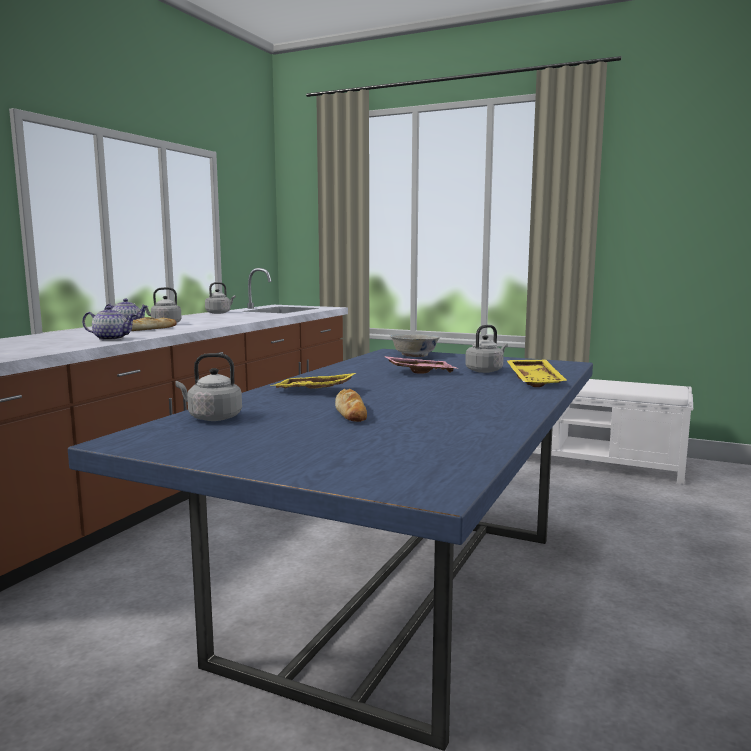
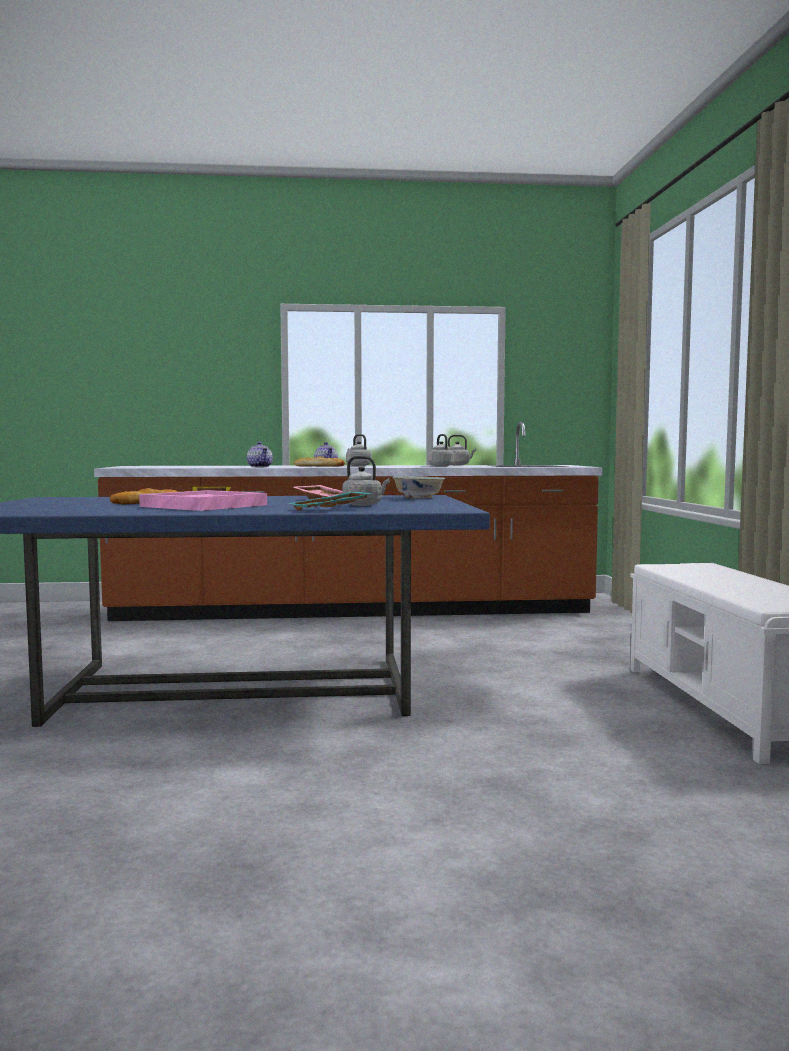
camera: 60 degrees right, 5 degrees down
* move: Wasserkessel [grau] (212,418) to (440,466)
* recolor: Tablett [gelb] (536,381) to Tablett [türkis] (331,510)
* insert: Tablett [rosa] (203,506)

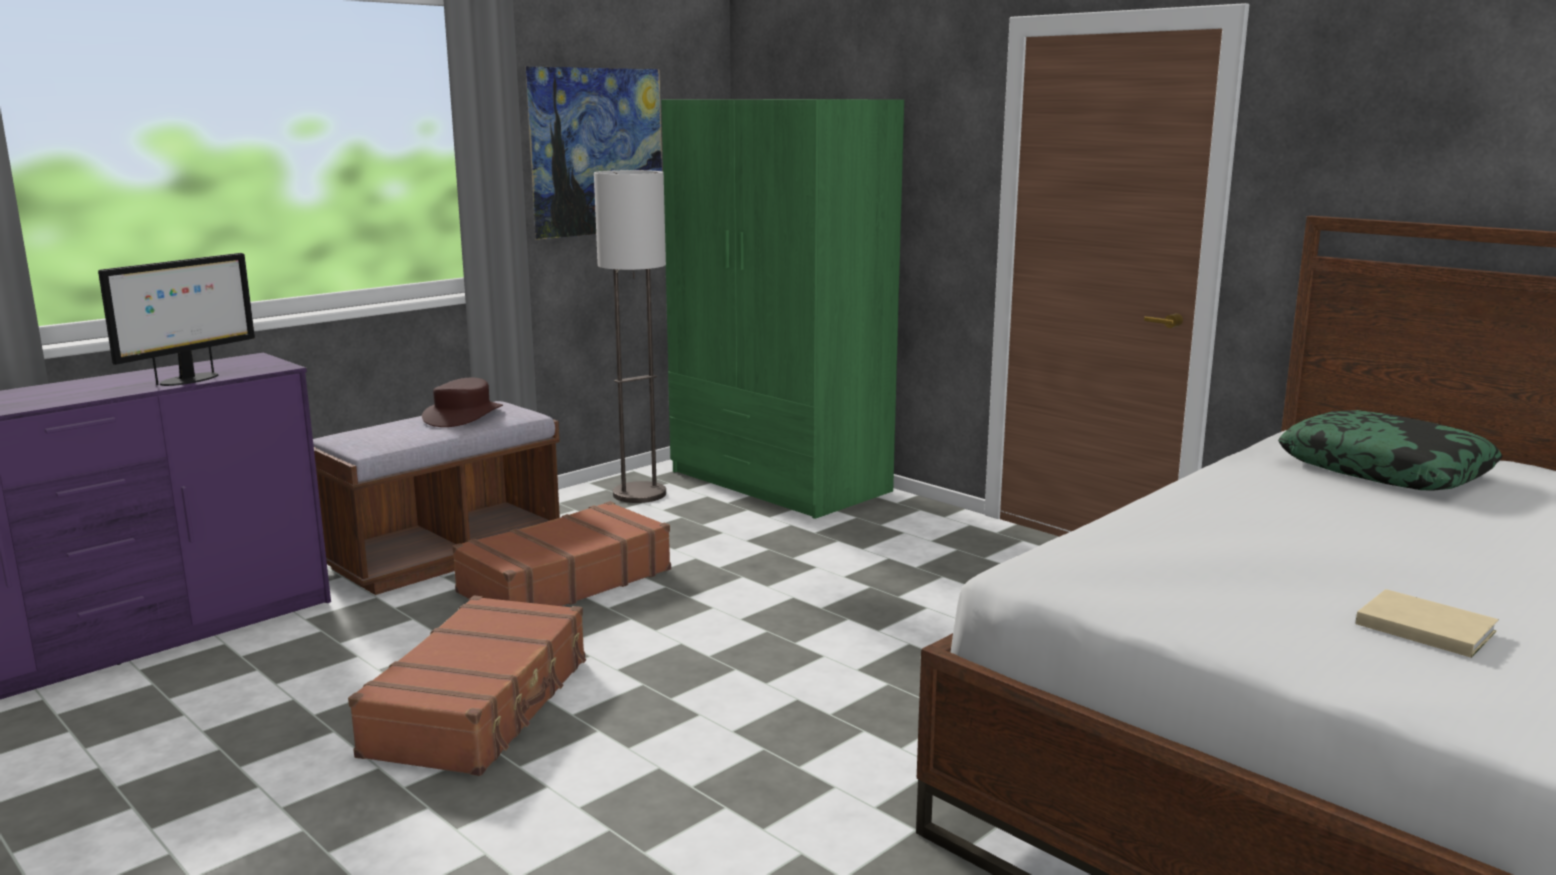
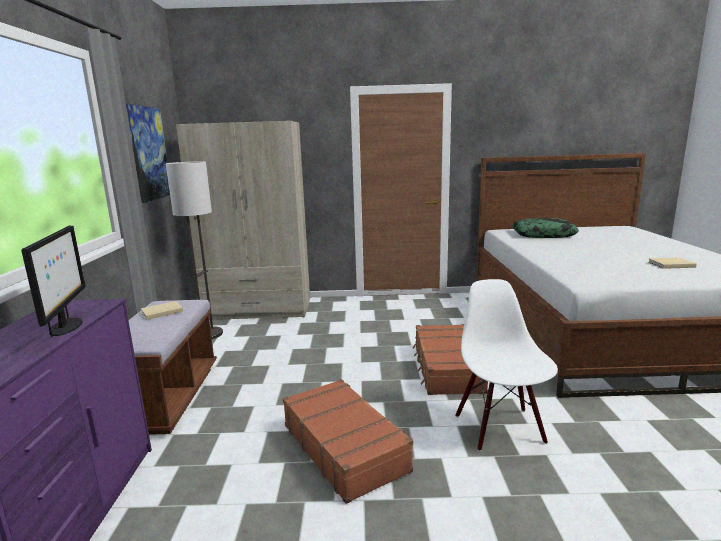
camera: 45 degrees left, 0 degrees up
* replace: Hut [braun] (463,415) to Buch [beige] (161,312)
* move: Koffer [braun] (564,581) to (447,368)
* recolor: Kleiderschrank [grün] (778,482) to Kleiderschrank [beige] (259,309)
* insert: Stuhl [weiß] (500,428)

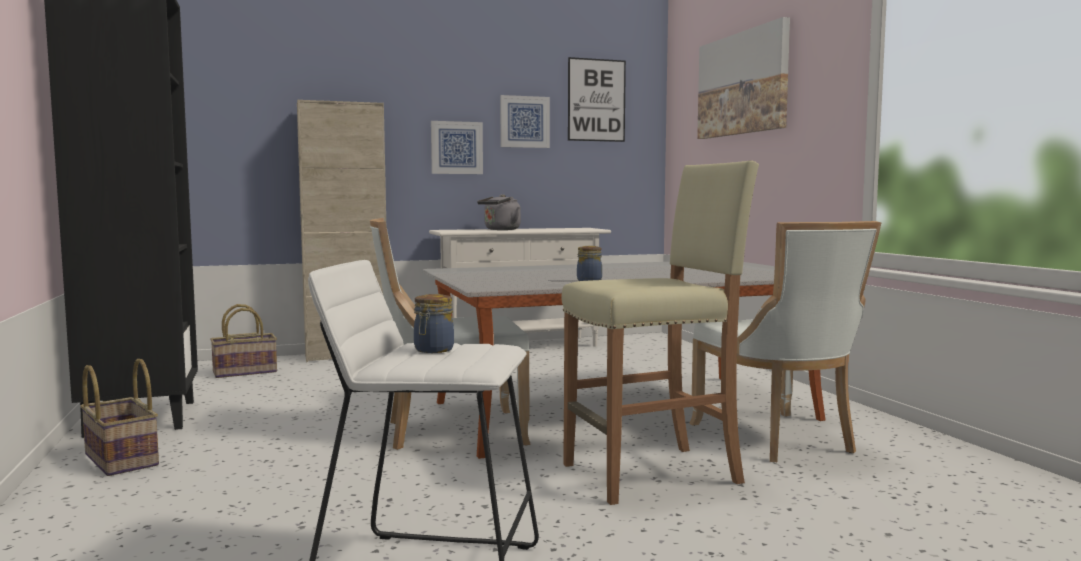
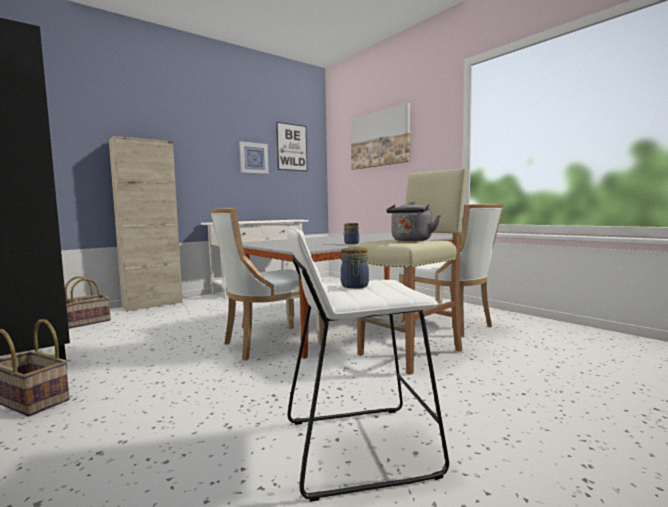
camera: 20 degrees left, 0 degrees up
* delete: Bild (456,148)
* move: Wasserkessel [grau] (500,229) to (411,240)

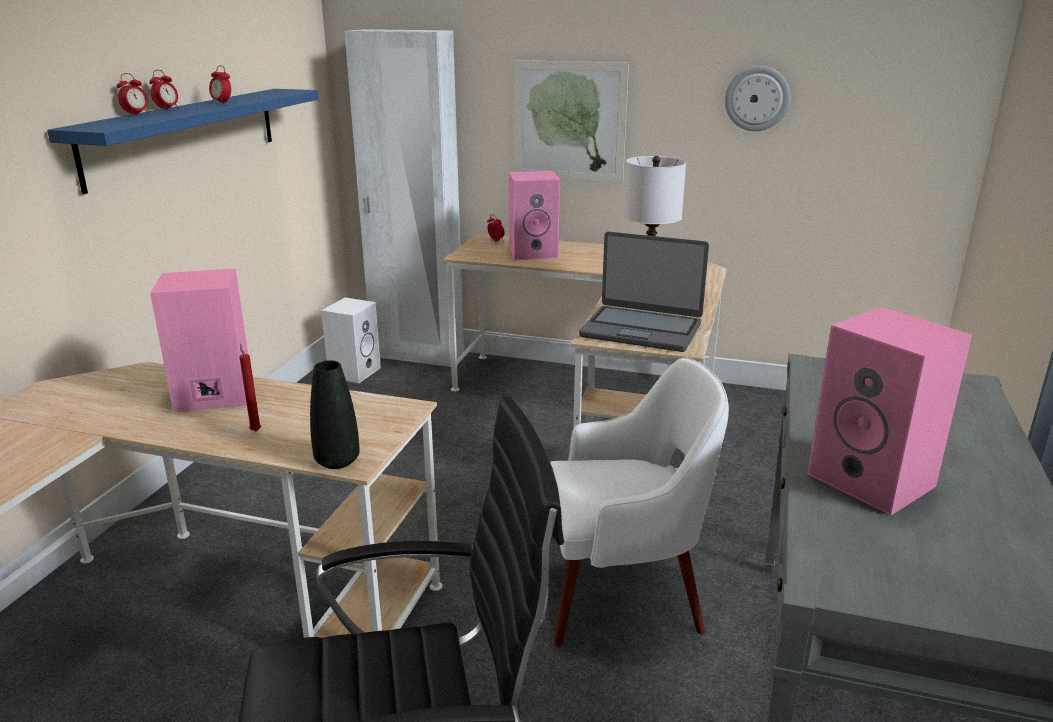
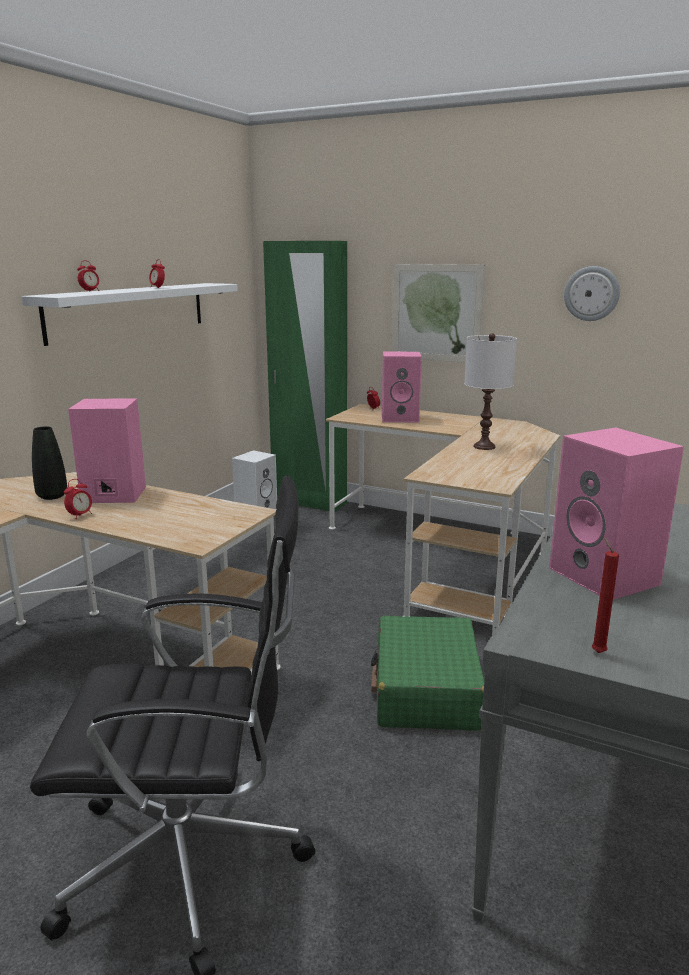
camera: 10 degrees right, 5 degrees down
* recolor: Wandregal [blau] (185,135) to Wandregal [weiß] (130,311)
* move: Wecker (167,109) to (80,515)
* move: Kerze [rot] (255,430) to (597,651)
* move: Vase [schwarz] (337,461) to (52,496)
* recolor: Kleiderschrank [weiß] (417,356) to Kleiderschrank [grün] (309,502)
* replace: Sessel [weiß] (621,595) to Koffer [grün] (426,689)
* delete: Laptop (641,329)

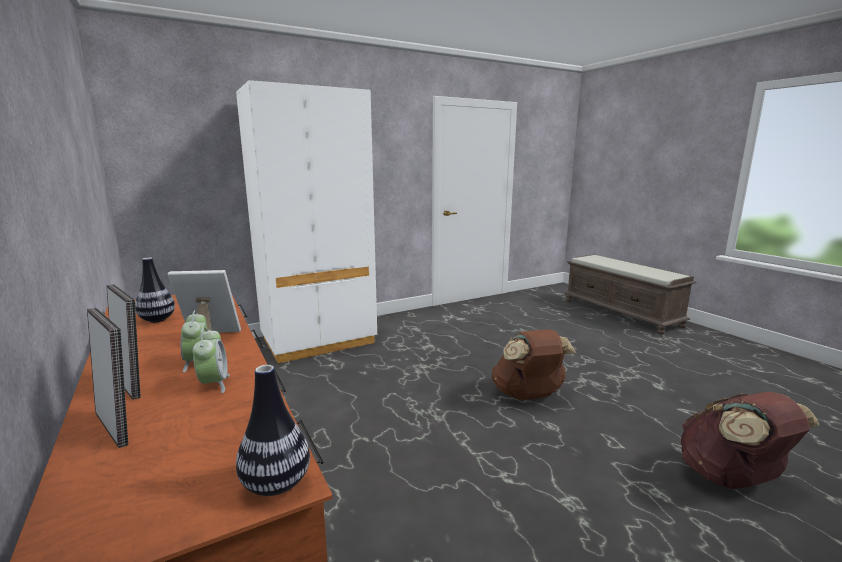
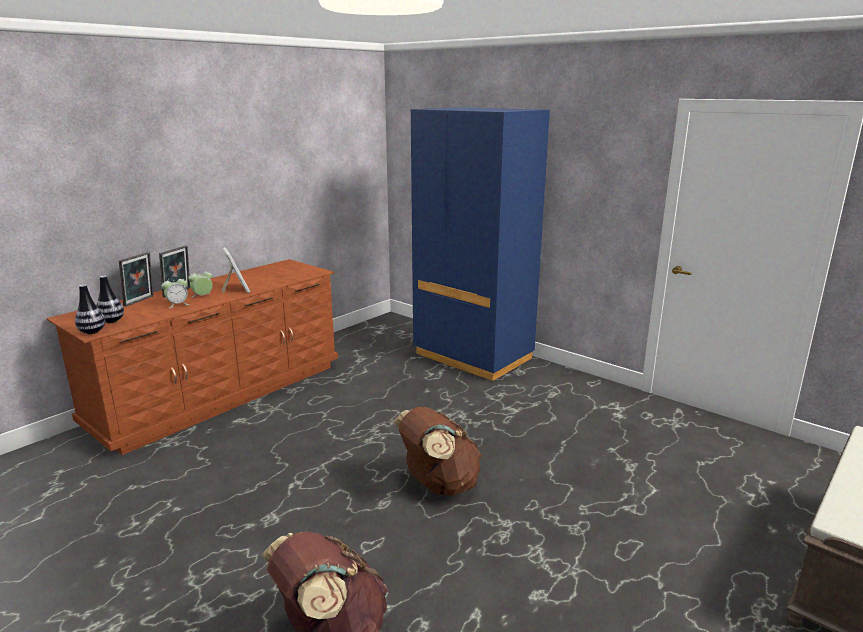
camera: 70 degrees right, 5 degrees up
* move: Vase (157,320) to (111,321)
* recolor: Kleiderschrank [weiß] (318,341) to Kleiderschrank [blau] (473,356)

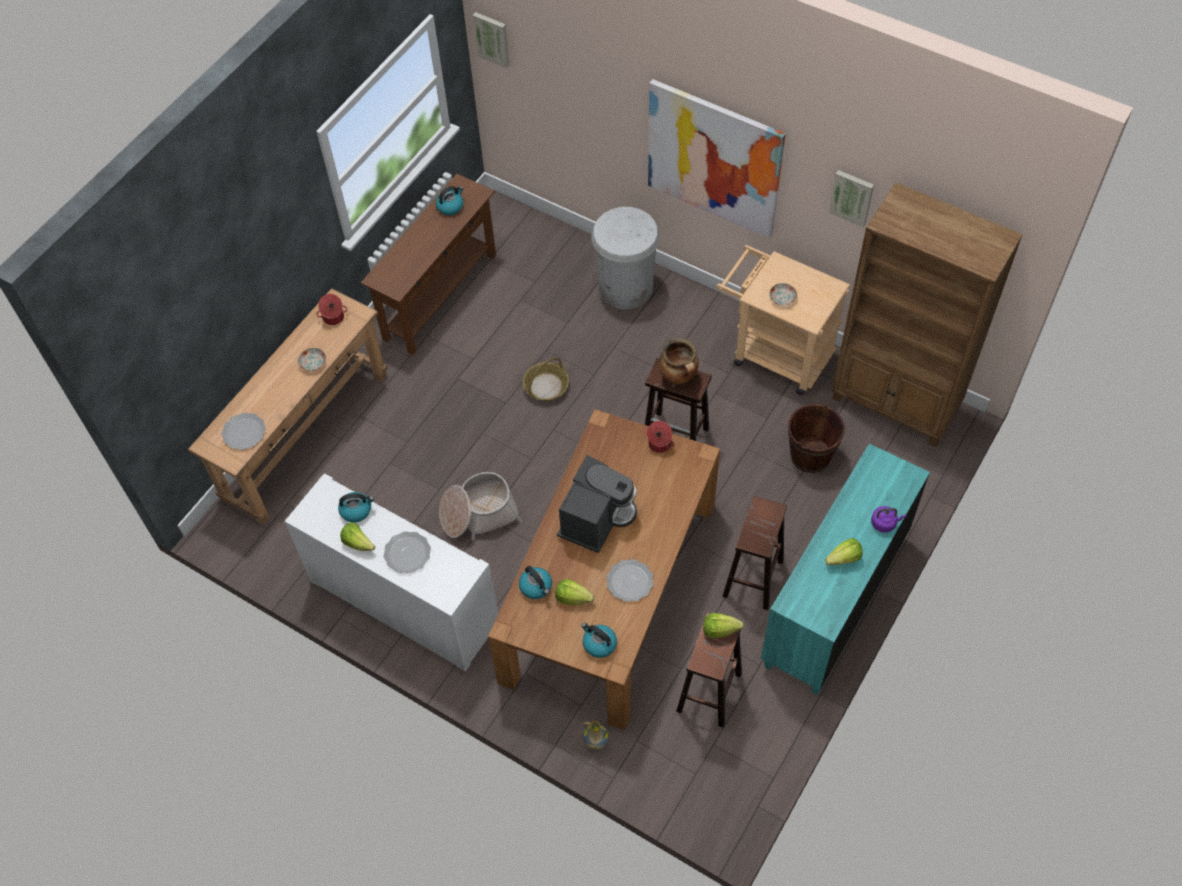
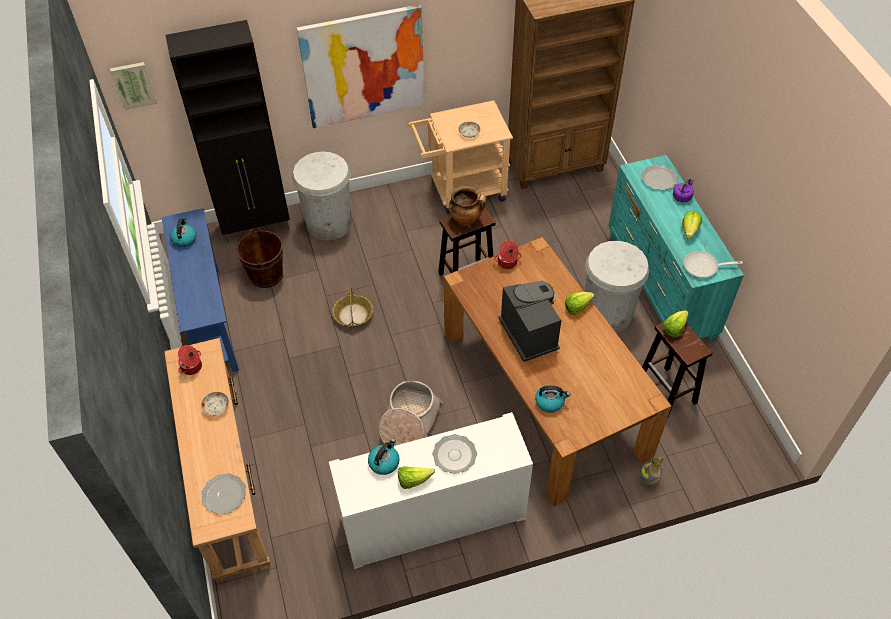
camera: 50 degrees left, 5 degrees down
* recolor: Konsolentisch [braun] (439,296) to Konsolentisch [blau] (210,321)
* move: Salatkopf (573,598) to (577,307)
* delete: Wasserkessel (599,644)
* move: Teller (629,581) to (658,179)
* replace: Hocker [braun] (753,579) to Mülleimer [weiß] (607,313)
* move: Eimer [braun] (810,455) to (266,275)
* delete: Bild (852,197)
* insert: Schrank [schwarz] (257,227)
* insert: Pfanne (703,267)

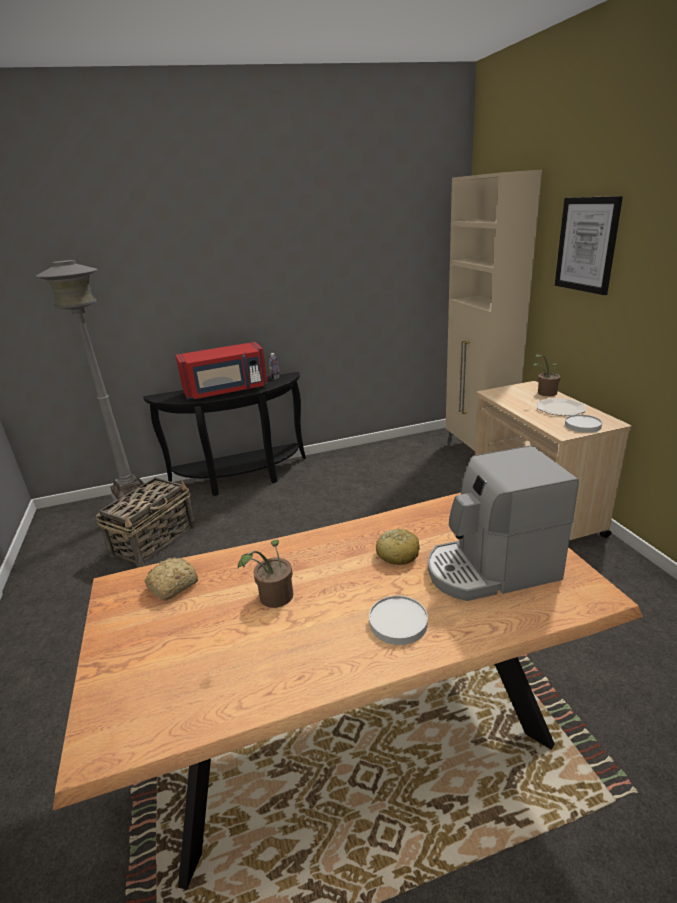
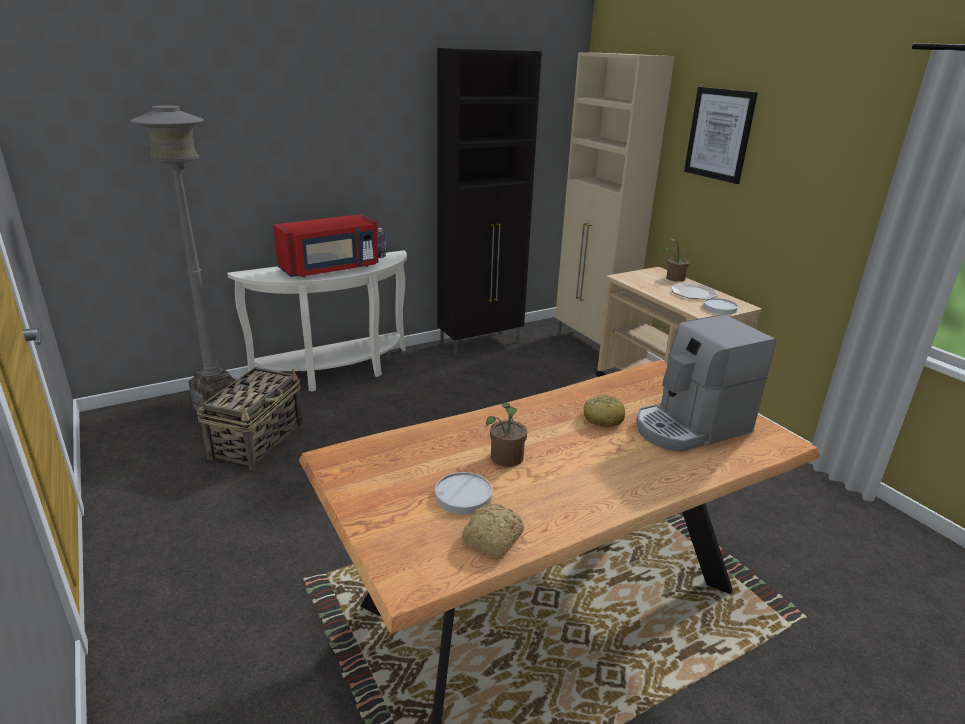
camera: 15 degrees left, 0 degrees up
* recolor: Konsolentisch [schwarz] (241,479) to Konsolentisch [weiß] (337,373)
* move: Brot (171,586) to (491,539)
* move: Teller [weiß] (397,622) to (463,496)
* insert: Schrank [schwarz] (481,343)

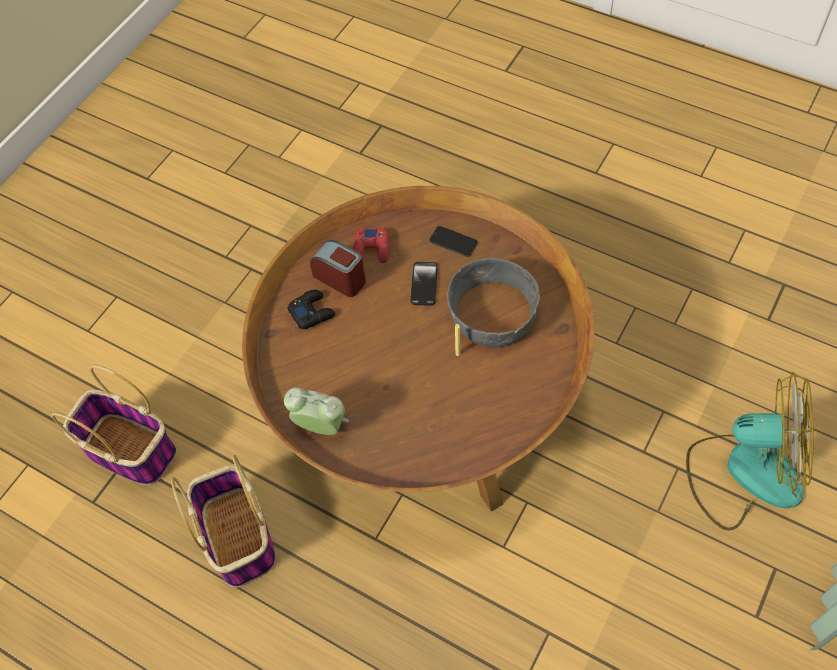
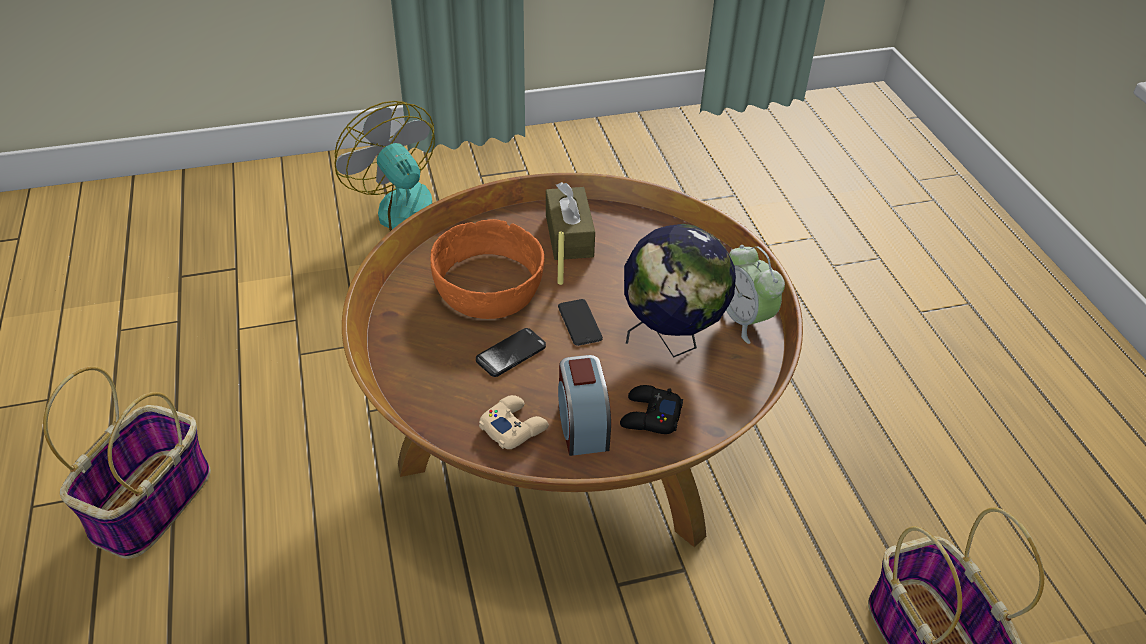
camera: 140 degrees left, 15 degrees down
* move: Korb (240,538) to (151,502)
* recolor: Gamepad [rot] (372,249) to Gamepad [beige] (513,427)
* move: Handy (453,242) to (579,323)
* recolor: Schüssel [grau] (491,312) to Schüssel [orange] (489,287)
* insert: Taschentuchbox [braun] (569,235)
* insert: Globus (671,341)

